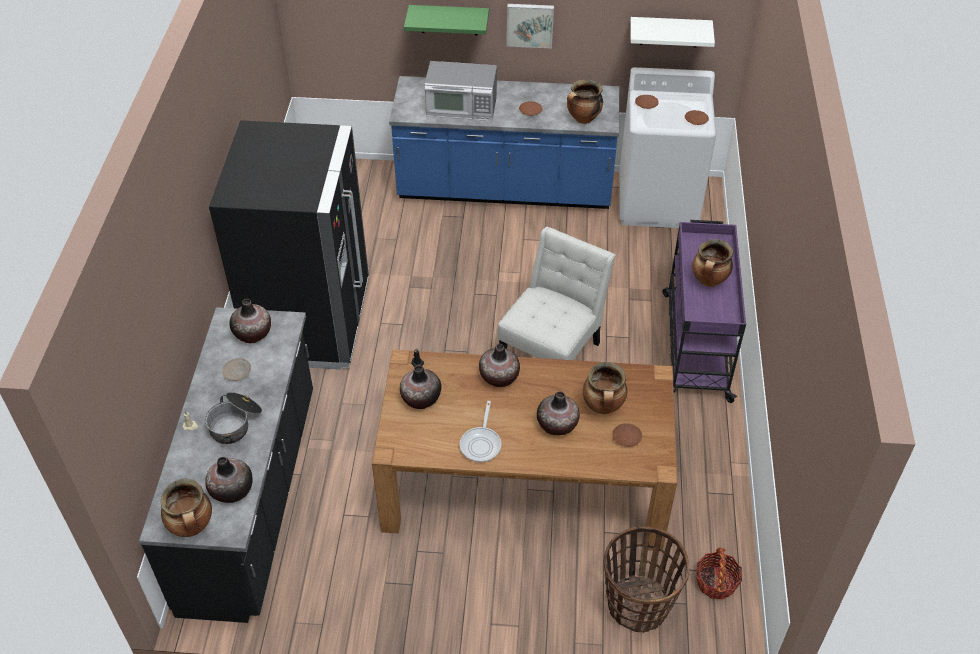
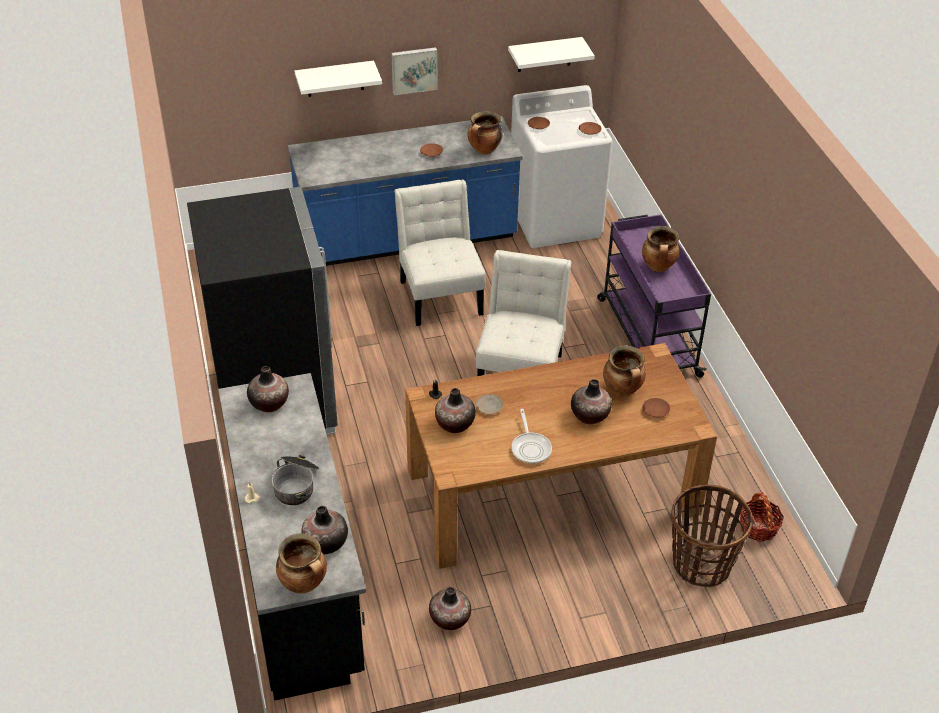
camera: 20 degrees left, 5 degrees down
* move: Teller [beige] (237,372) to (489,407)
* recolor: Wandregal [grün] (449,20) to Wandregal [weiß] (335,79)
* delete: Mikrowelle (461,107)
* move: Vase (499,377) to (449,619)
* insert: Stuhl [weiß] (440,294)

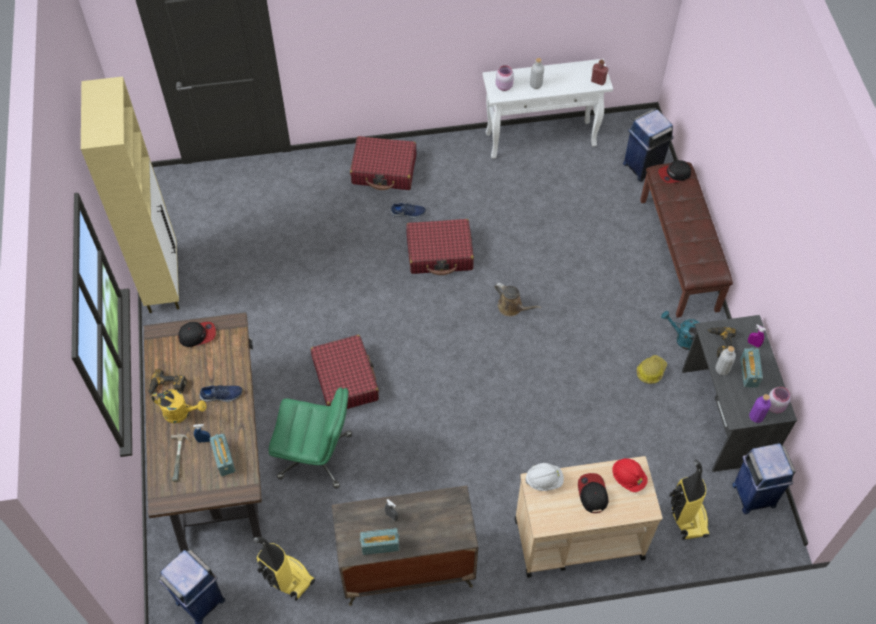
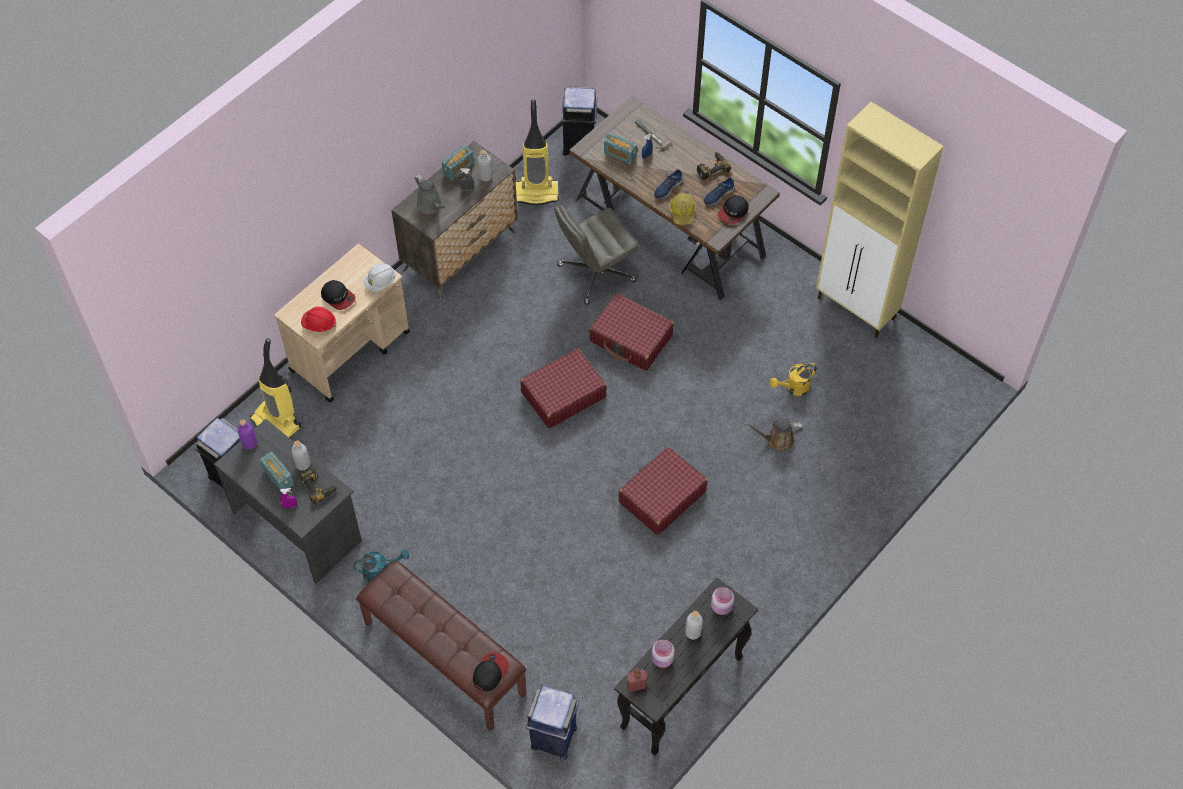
camera: 140 degrees right, 0 degrees up
* move: Gießkanne [gelb] (181,413) to (793,388)
* recolor: Bürostuhl [grün] (316,456) to Bürostuhl [grau] (595,273)
* move: Koffer [rot] (384,170) to (563,395)
* move: Schuh [blau] (408,213) to (718,195)
* recolor: Konsolentisch [weiß] (541,139) to Konsolentisch [schwarz] (681,693)
* move: Gießkanne [braun] (512,307) to (777,440)
* move: Schutzhelm (650,371) to (682,212)
* move: Vorratsglas [rosa] (775,405) to (662,660)
* insert: Gießkanne [grau] (431,205)
* insert: Flasche [grau] (485,177)

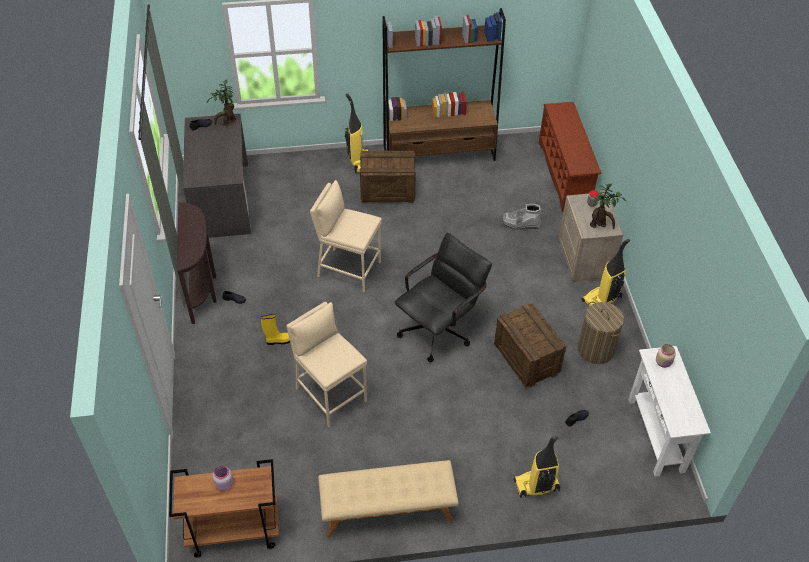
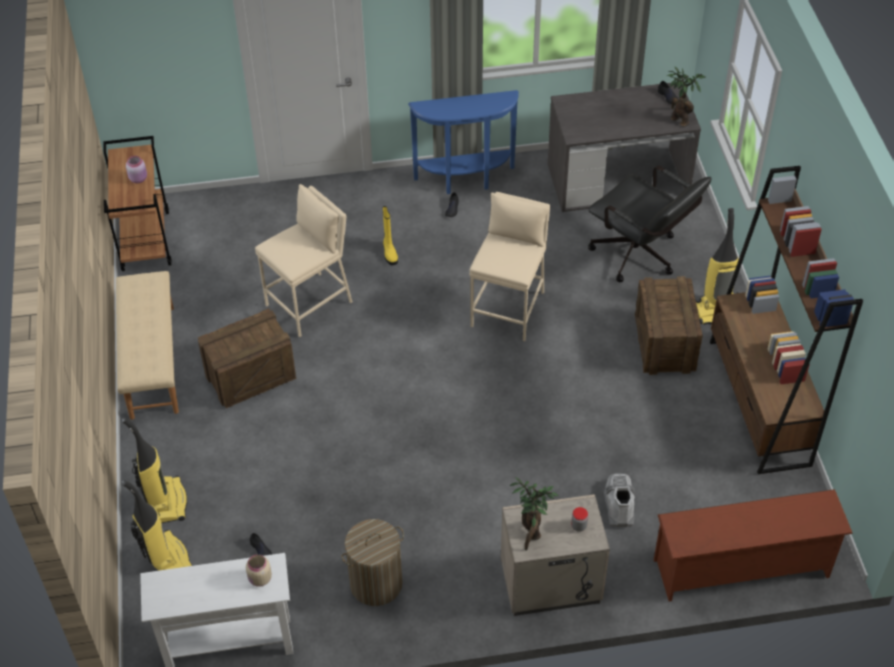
camera: 90 degrees right, 0 degrees up
* recolor: Konsolentisch [braun] (203,289) to Konsolentisch [blau] (466,181)
* move: Bürostuhl [schwarz] (440,328) to (641,257)
* move: Kiste (527,358) to (250,376)
* move: Staubsauger (601,300) to (166,557)

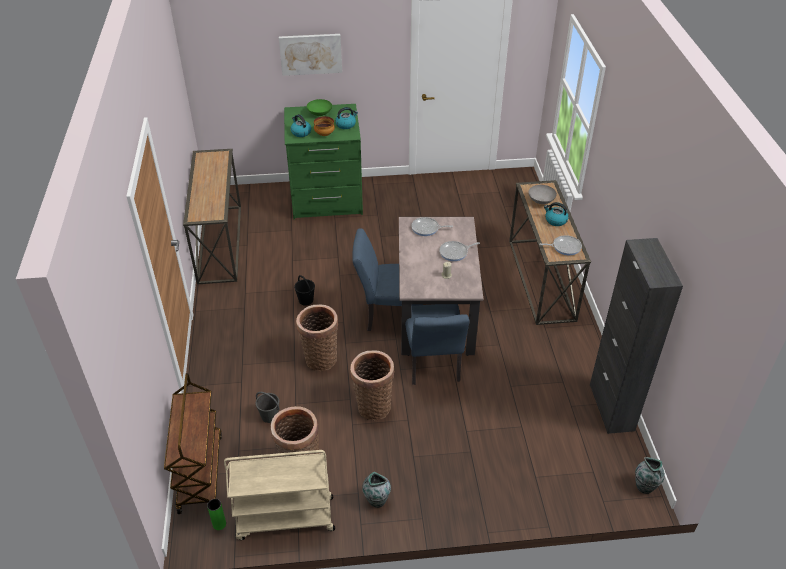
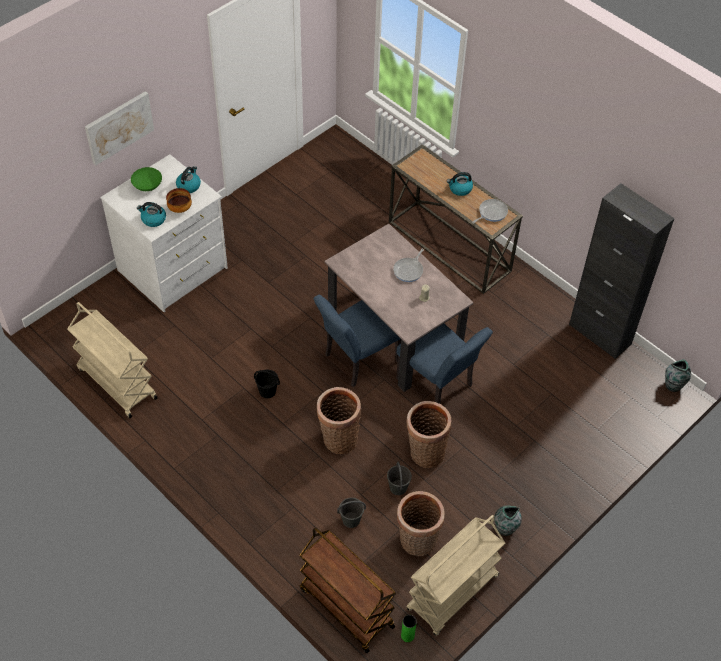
camera: 40 degrees left, 10 degrees up
* replace: Konsolentisch (219,243) to Rollwagen [beige] (116,383)
* recolor: Kommode [grün] (326,199) to Kommode [weiß] (173,270)
* delete: Pfanne (426,228)
* delete: Schüssel [grau] (541,201)
* insert: Eimer [grau] (398,487)

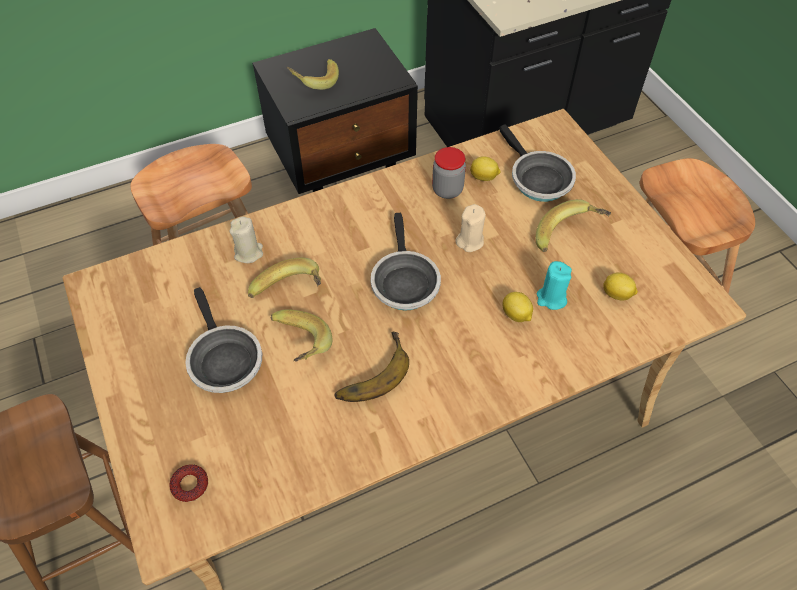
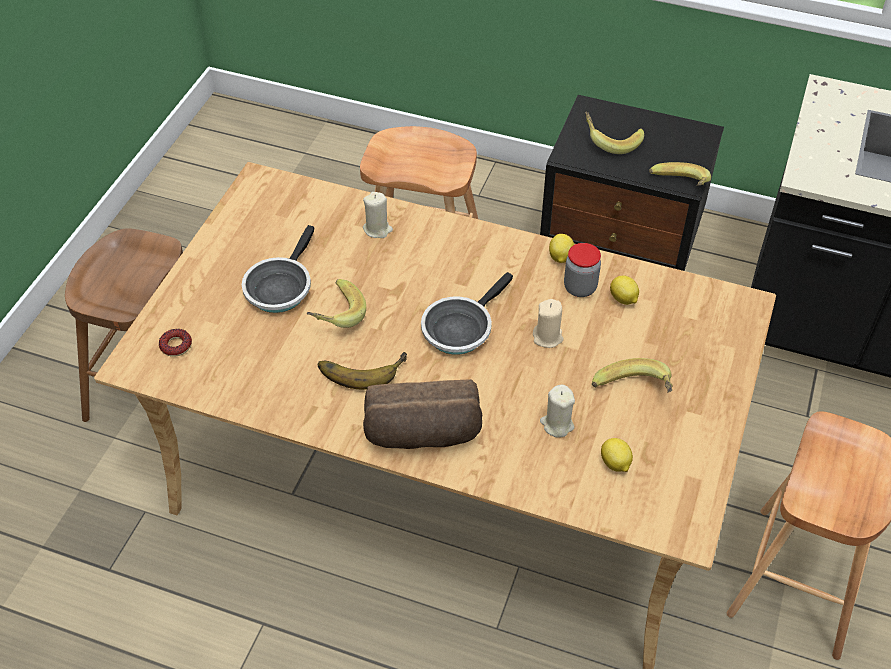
camera: 45 degrees right, 5 degrees down
* move: Banane (290,293) to (678,188)
* delete: Pfanne (537,179)
* move: Zitrone (516,315) to (560,258)
* recolor: Kerze [türkis] (551,298) to Kerze [beige] (557,424)
* insert: Brot (423,435)

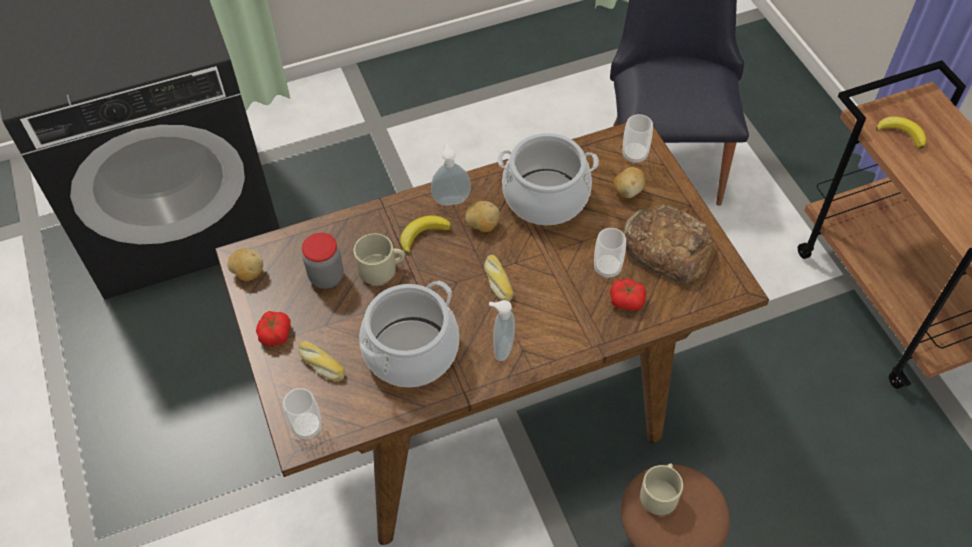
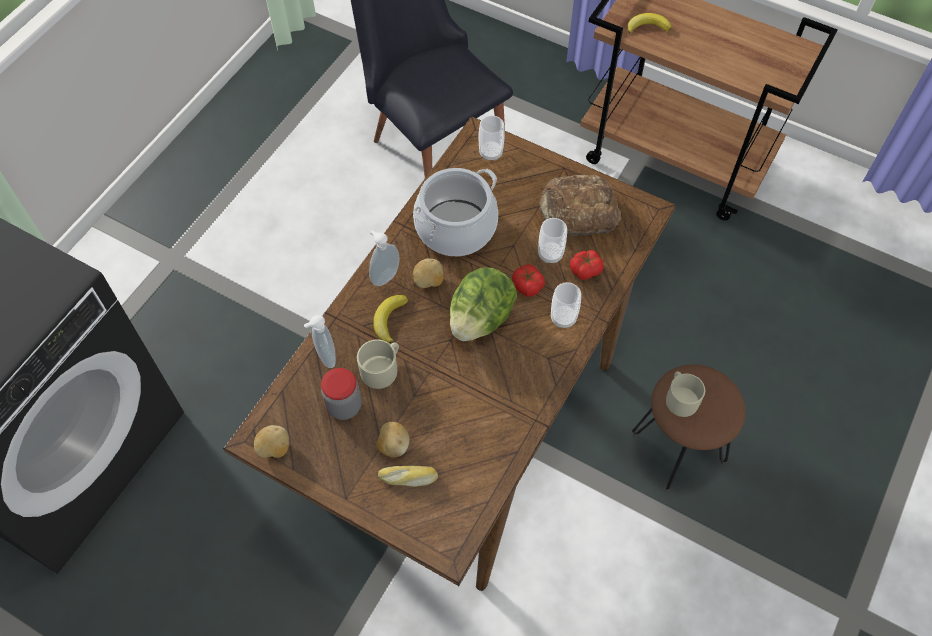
camera: 40 degrees left, 5 degrees up
* move: Tomate (275,334) to (527,285)
* move: Tasse (307,427) to (563,318)
* delete: Kochtopf (410,351)
* replace: Brot (497,282) to Salatkopf (481,318)
* move: Seifenspender (501,348) to (325,357)
* move: Kartoffel (628,191) to (393,445)

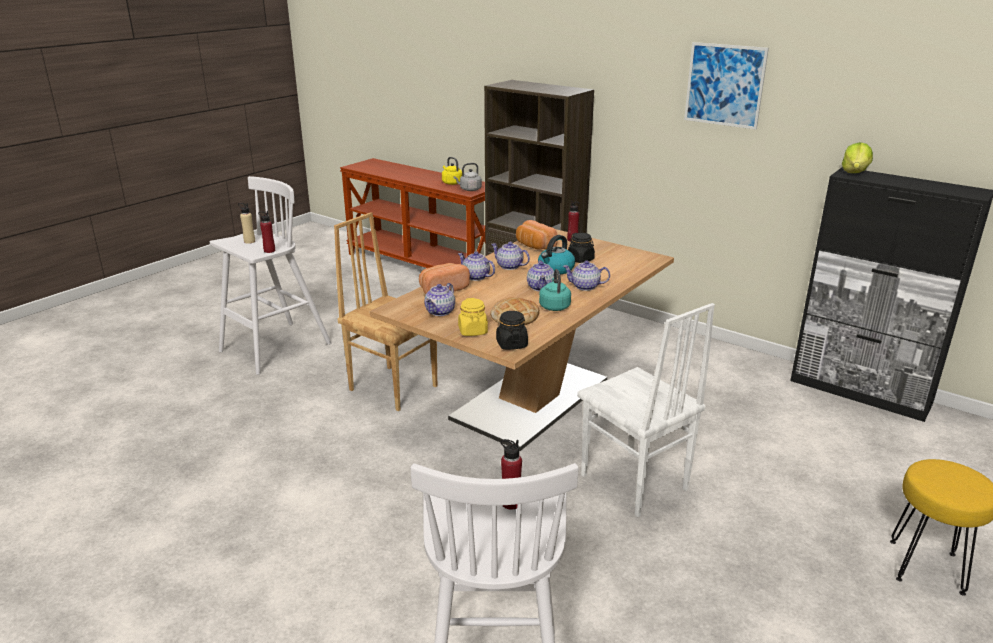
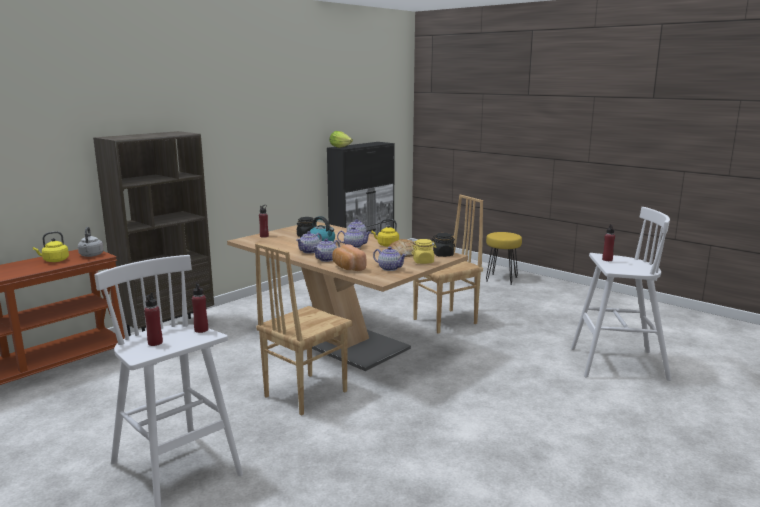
camera: 85 degrees left, 10 degrees down
* recolor: Flasche [beige] (249,241) to Flasche [rot] (155,343)
* delete: Brot (534,246)
* recolor: Wasserkessel [türkis] (554,306) to Wasserkessel [gelb] (386,245)
* recolor: Stuhl [weiß] (633,483) to Stuhl [braun] (446,321)
* delete: Bild (724,85)

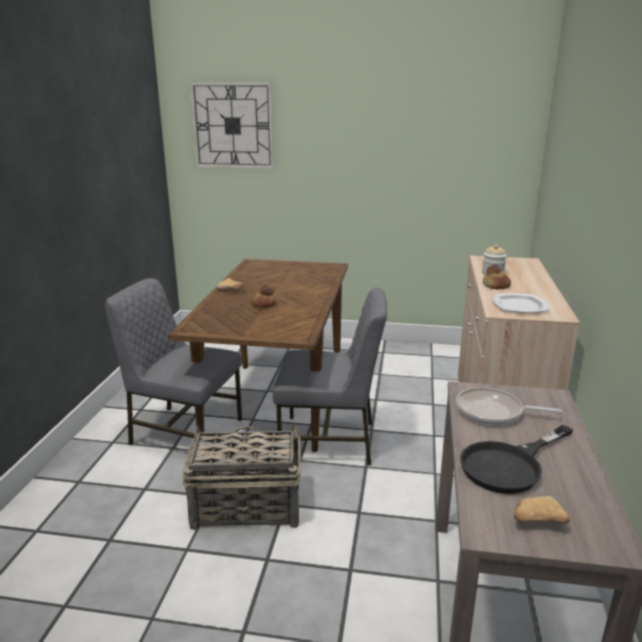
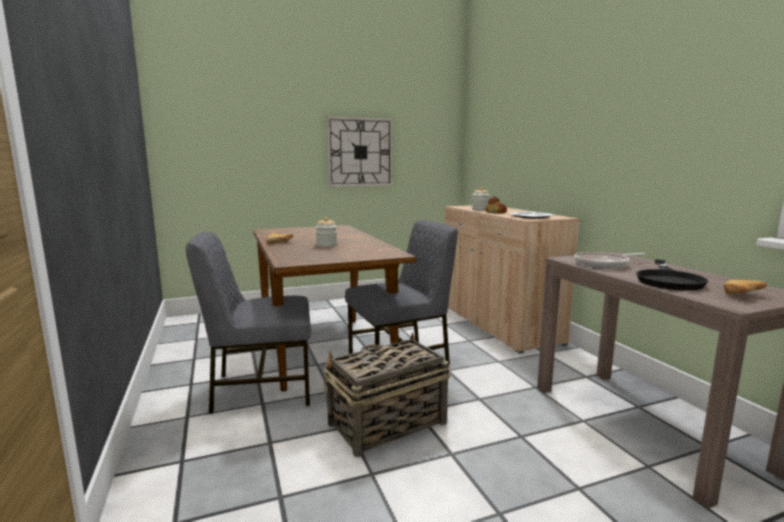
camera: 30 degrees left, 10 degrees down
* move: Wanduhr (233,125) to (360,152)
* replace: Brot (263,304) to Vorratsglas (326,245)

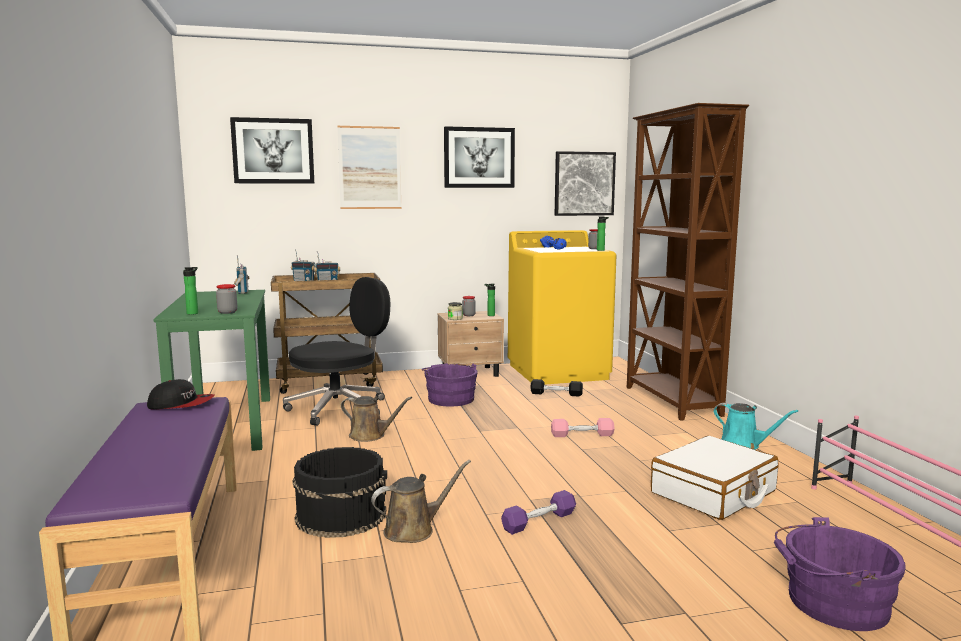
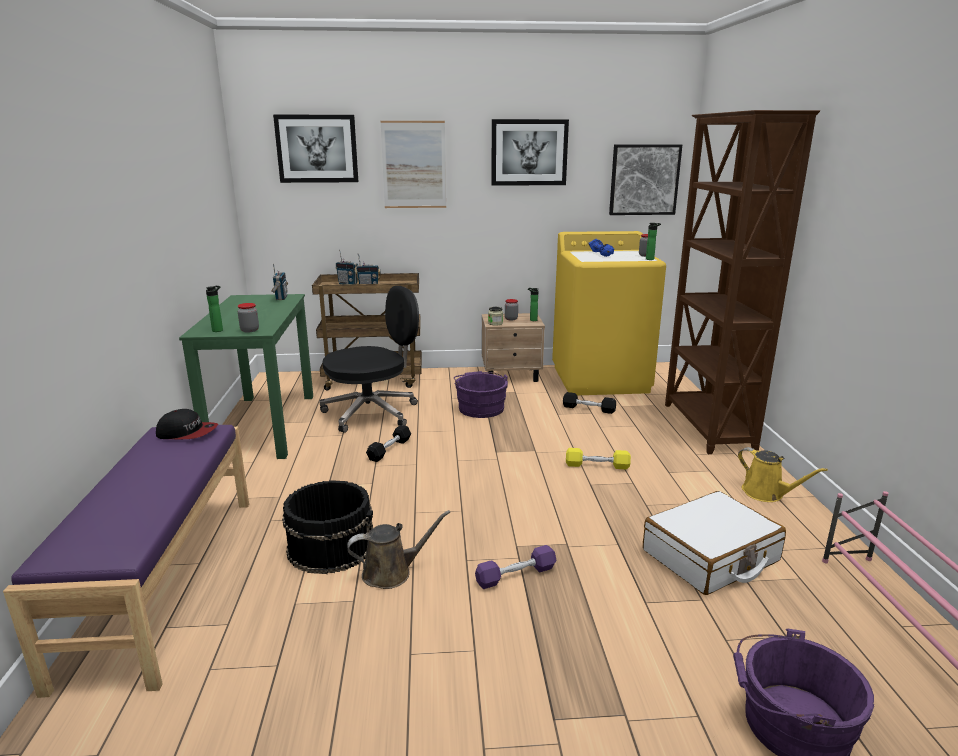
camera: 10 degrees right, 10 degrees up
* replace: Gießkanne [braun] (370,436) to Hantel [schwarz] (389,449)
* recolor: Hantel [rosa] (582,435) to Hantel [gelb] (597,465)
* recolor: Gießkanne [türkis] (743,445) to Gießkanne [gelb] (766,493)

